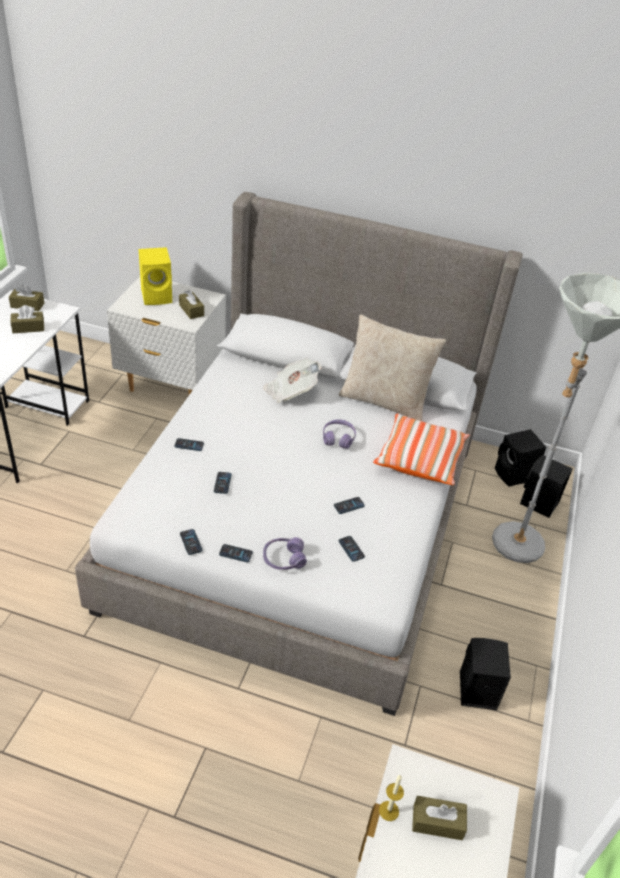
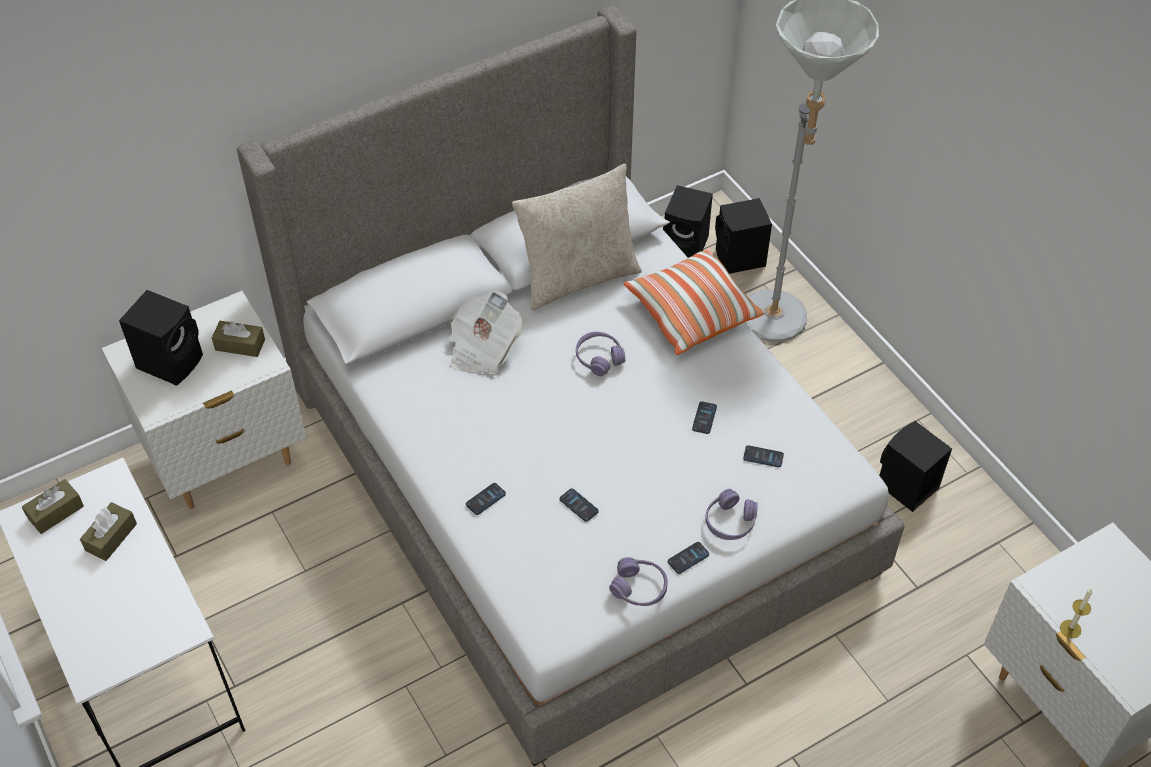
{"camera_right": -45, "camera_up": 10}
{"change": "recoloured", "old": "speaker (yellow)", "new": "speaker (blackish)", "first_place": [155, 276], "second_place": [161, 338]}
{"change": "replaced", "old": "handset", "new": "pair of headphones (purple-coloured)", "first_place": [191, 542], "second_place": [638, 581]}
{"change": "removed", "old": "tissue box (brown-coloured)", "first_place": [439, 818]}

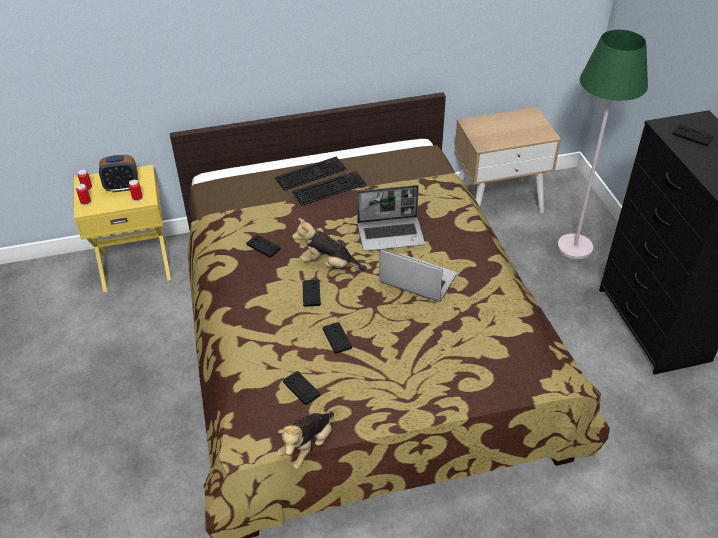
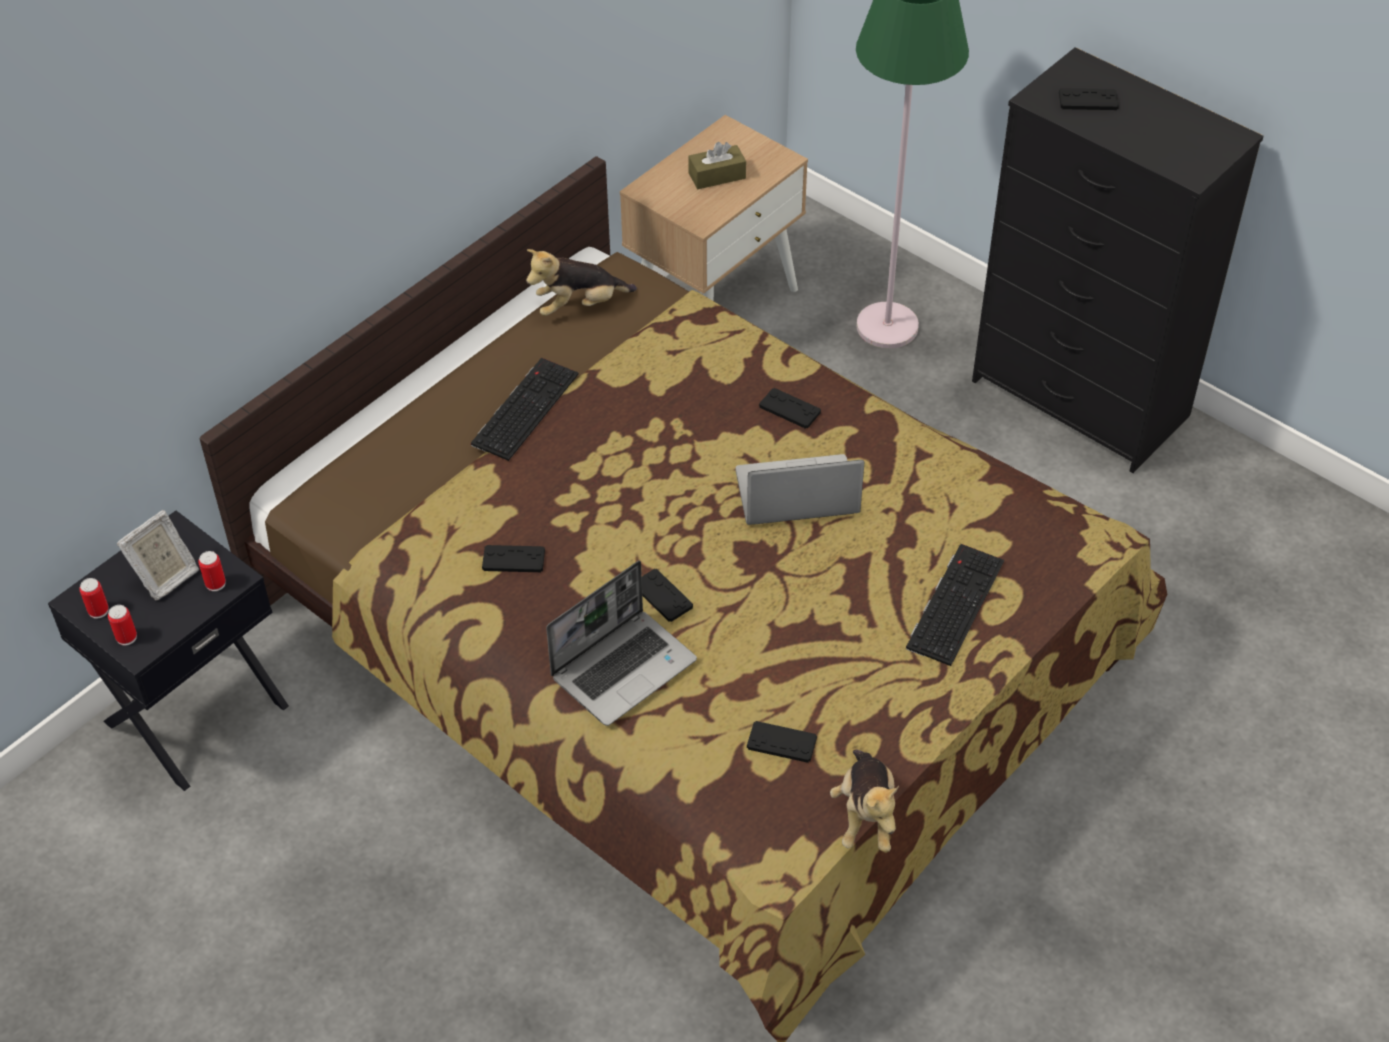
{"camera_right": -35, "camera_up": 5}
{"change": "recoloured", "old": "bedside table (yellow)", "new": "bedside table (blackish)", "first_place": [122, 228], "second_place": [168, 651]}
{"change": "replaced", "old": "table clock", "new": "photo frame", "first_place": [118, 174], "second_place": [158, 555]}
{"change": "moved", "old": "plush toy", "first_place": [329, 244], "second_place": [581, 282]}
{"change": "moved", "old": "laptop", "first_place": [391, 218], "second_place": [621, 643]}
{"change": "added", "new": "tissue box (brown-coloured)", "second_place": [717, 165]}
{"change": "moved", "old": "game controller (blackish)", "first_place": [337, 338], "second_place": [790, 408]}
{"change": "moved", "old": "keyboard", "first_place": [311, 174], "second_place": [955, 605]}

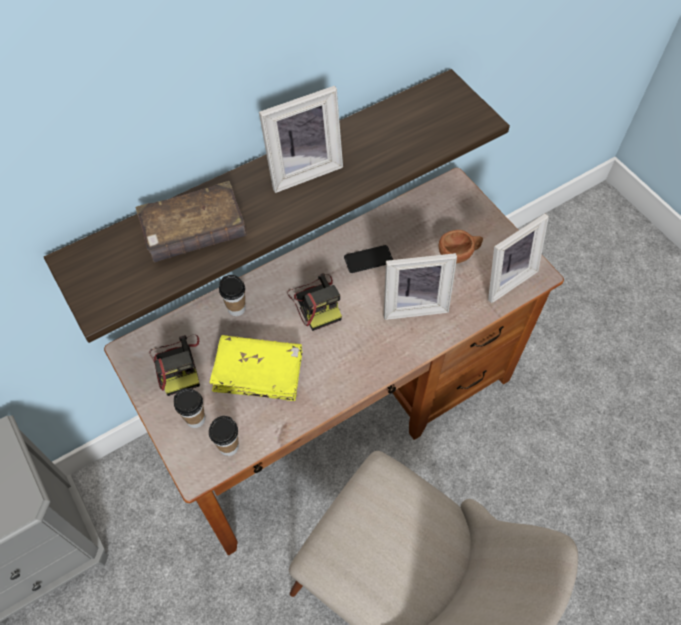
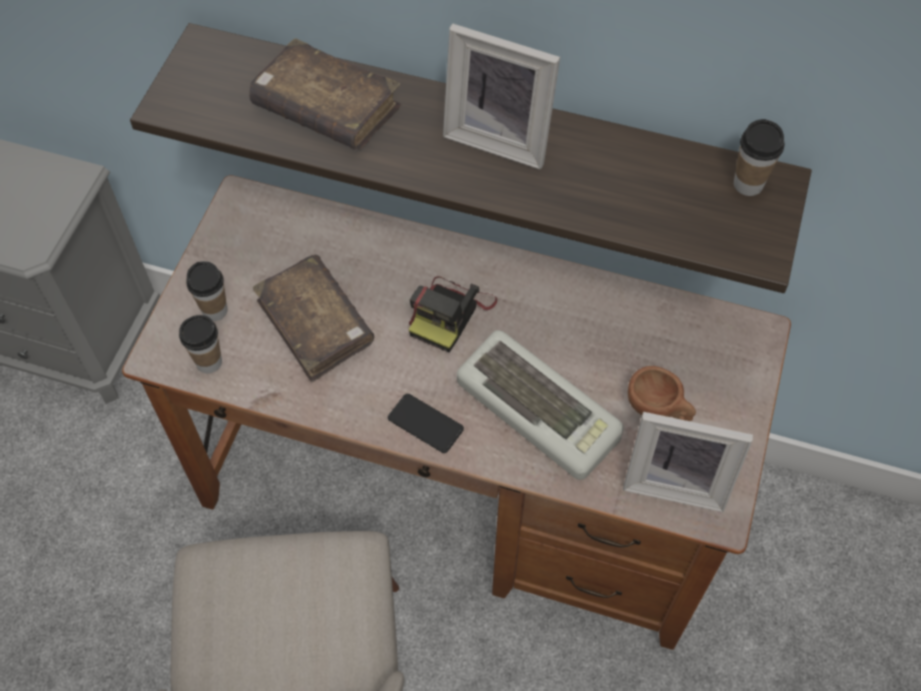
{"camera_right": 50, "camera_up": 0}
{"change": "recoloured", "old": "volume (yellow)", "new": "volume (brown-coloured)", "first_place": [256, 368], "second_place": [313, 318]}
{"change": "moved", "old": "handset", "first_place": [368, 259], "second_place": [426, 423]}
{"change": "replaced", "old": "photo frame", "new": "keyboard", "first_place": [420, 286], "second_place": [540, 405]}
{"change": "moved", "old": "cup", "first_place": [232, 295], "second_place": [759, 157]}
{"change": "removed", "old": "still camera", "first_place": [174, 365]}

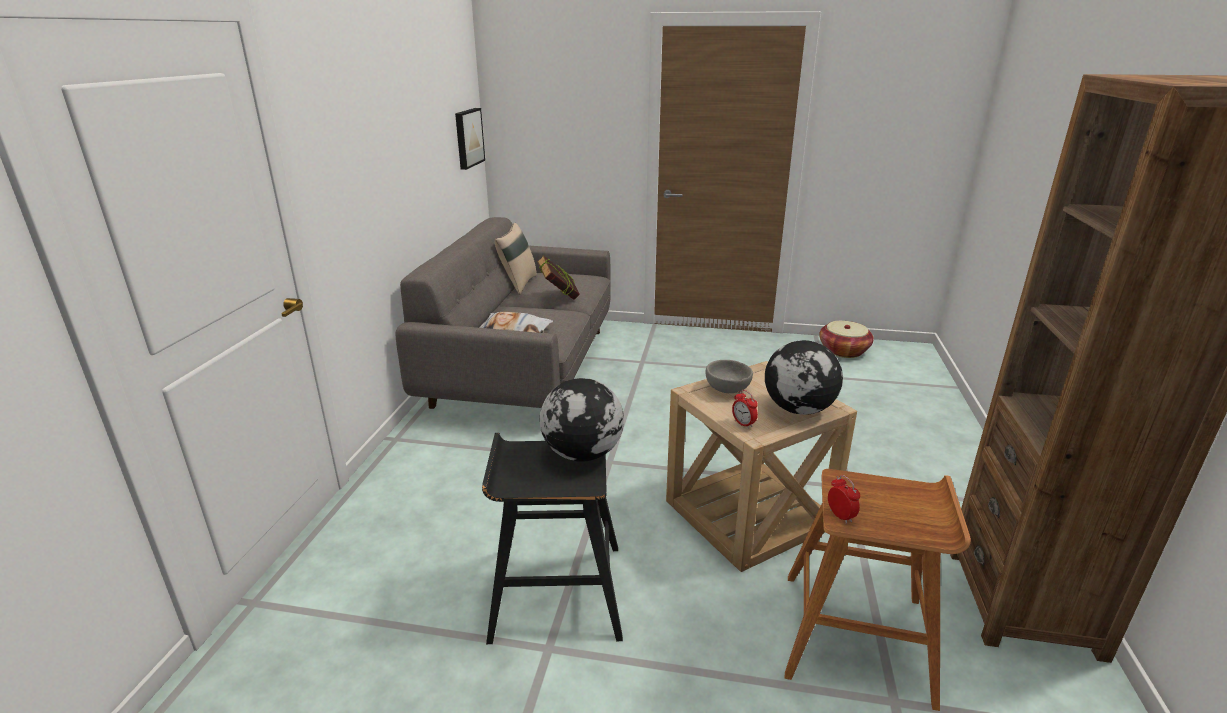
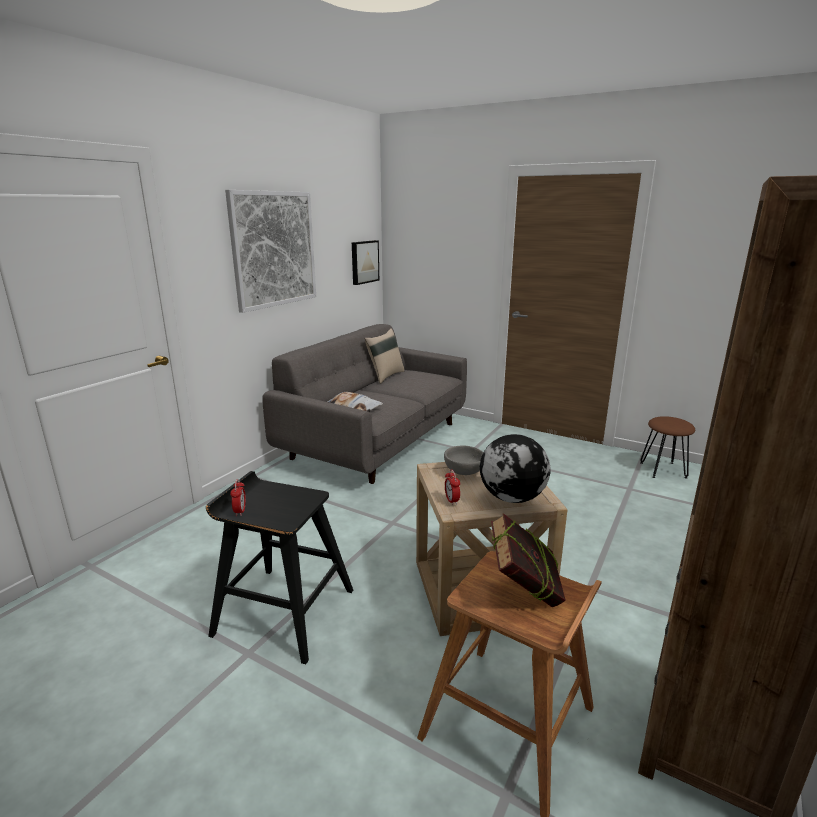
{"camera_right": 20, "camera_up": -5}
{"change": "added", "new": "wall art", "second_place": [270, 251]}
{"change": "moved", "old": "table clock", "first_place": [844, 499], "second_place": [238, 497]}
{"change": "moved", "old": "volume", "first_place": [558, 277], "second_place": [528, 560]}
{"change": "replaced", "old": "storage basket", "new": "sitting stool (brown-coloured)", "first_place": [846, 339], "second_place": [667, 447]}
{"change": "removed", "old": "desk globe", "first_place": [582, 420]}

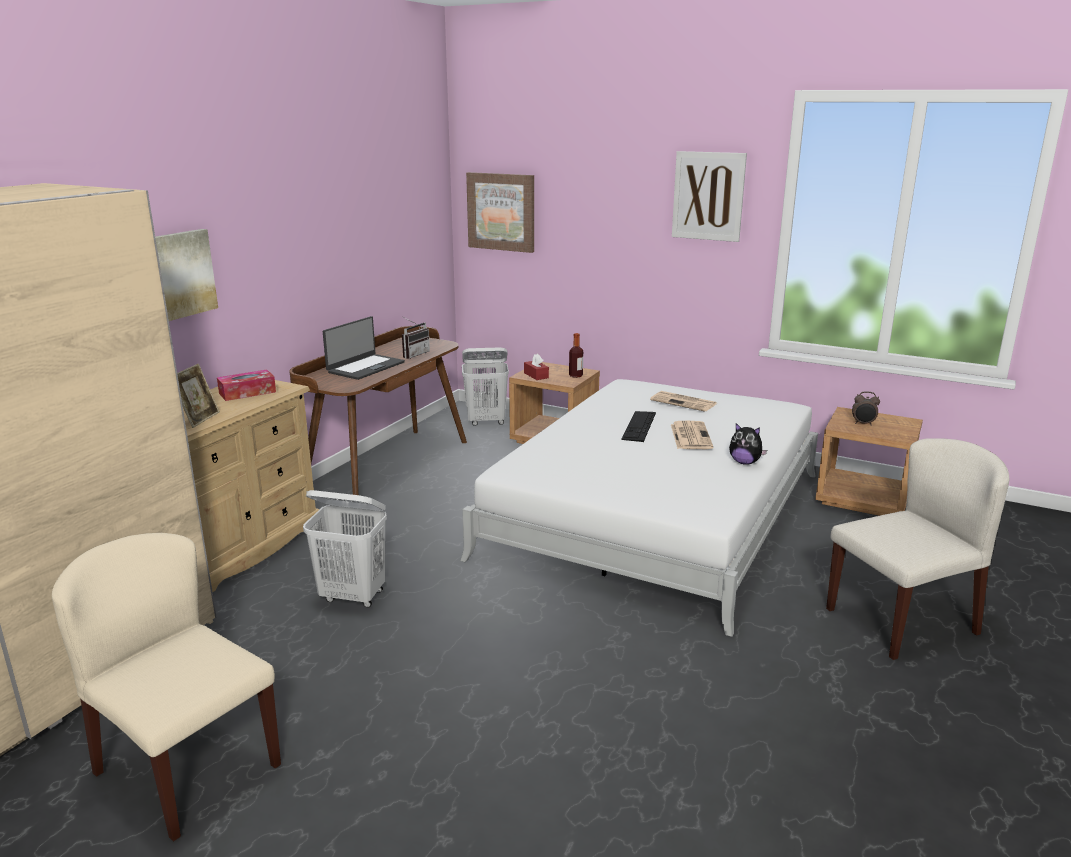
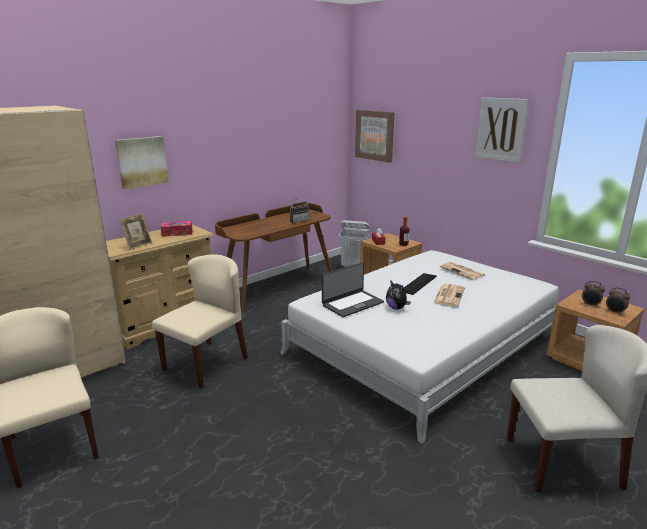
{"camera_right": 20, "camera_up": 0}
{"change": "replaced", "old": "washing basket (whitish)", "new": "upright chair (beige-coloured)", "first_place": [345, 549], "second_place": [200, 321]}
{"change": "moved", "old": "laptop", "first_place": [364, 348], "second_place": [353, 289]}
{"change": "moved", "old": "plush toy", "first_place": [748, 444], "second_place": [398, 295]}
{"change": "added", "new": "table clock", "second_place": [618, 301]}

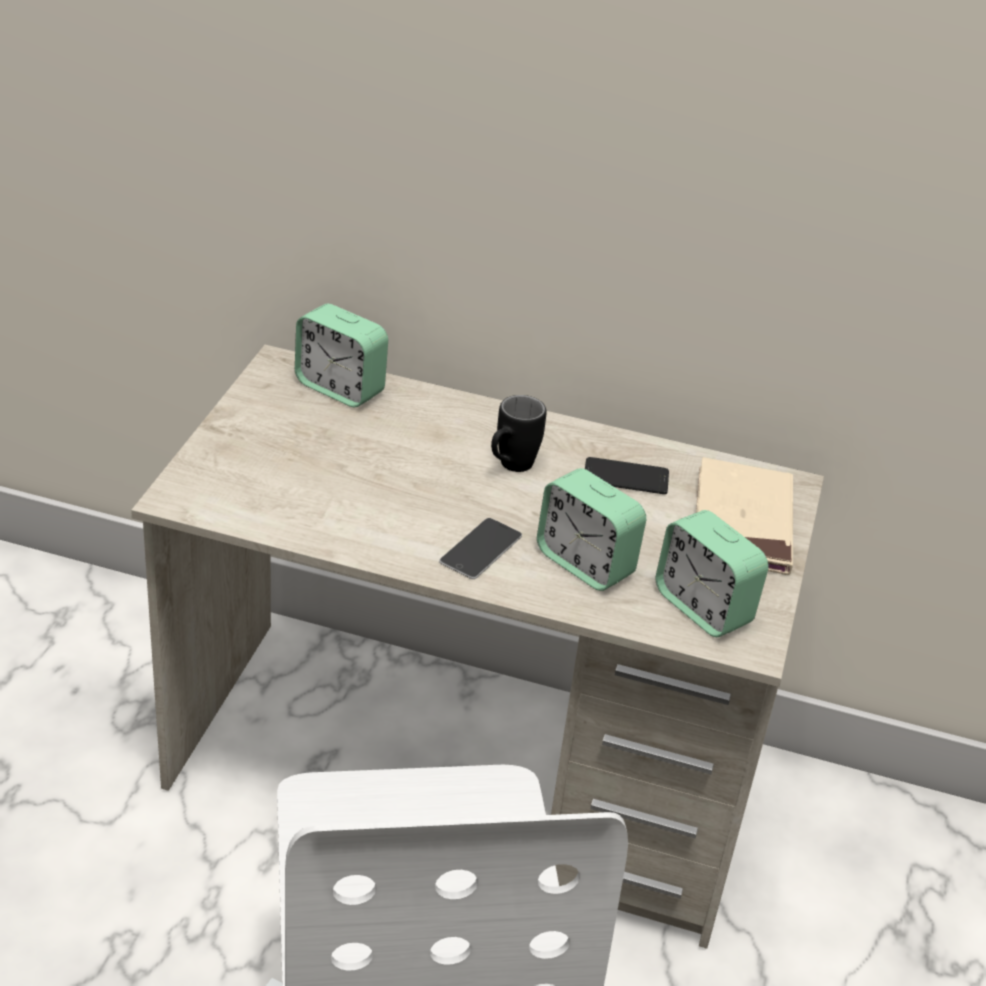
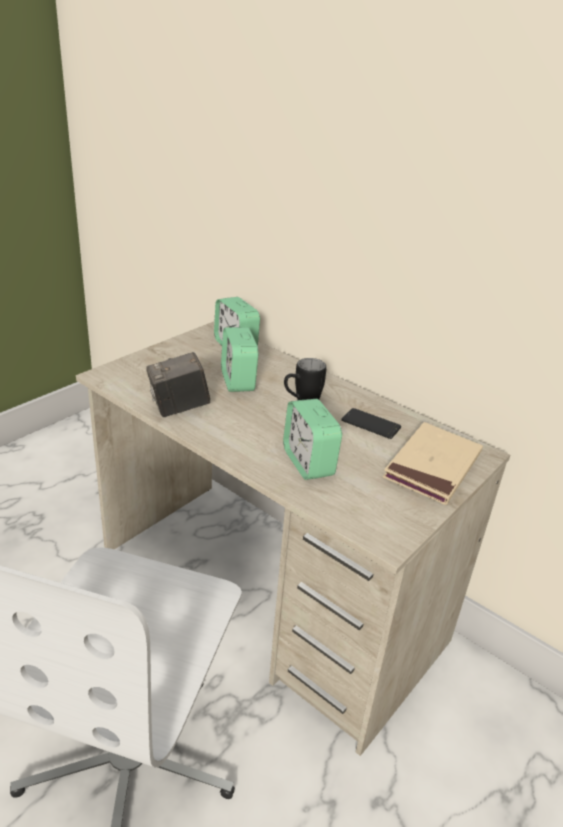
{"camera_right": 25, "camera_up": -5}
{"change": "added", "new": "still camera", "second_place": [178, 384]}
{"change": "moved", "old": "table clock", "first_place": [711, 573], "second_place": [239, 359]}
{"change": "removed", "old": "handset", "first_place": [480, 548]}

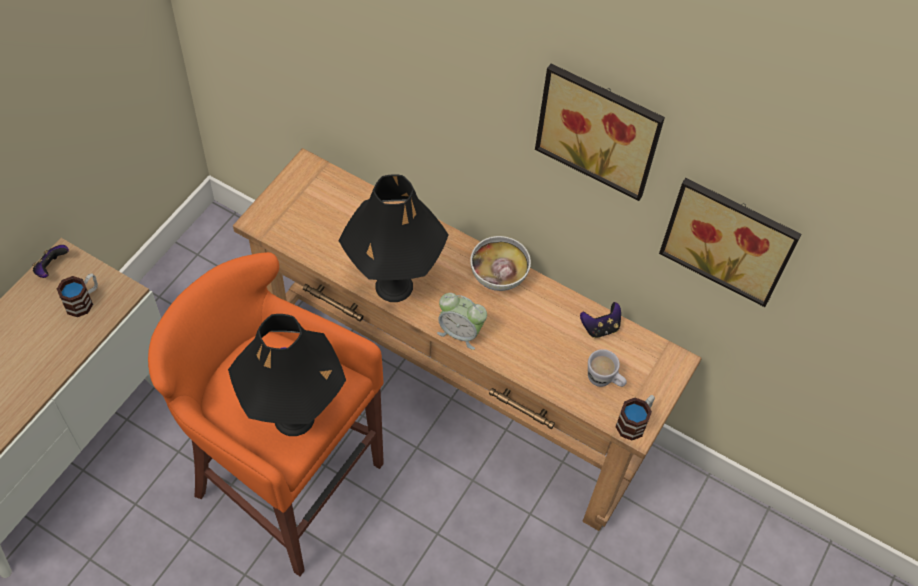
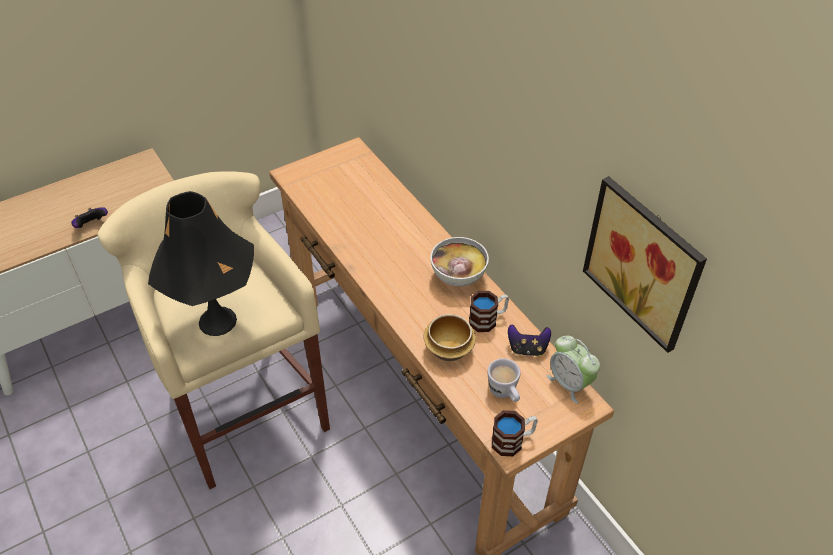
{"camera_right": 30, "camera_up": -10}
{"change": "moved", "old": "game controller", "first_place": [50, 261], "second_place": [89, 217]}
{"change": "recoloured", "old": "sitting stool (orange-coloured)", "new": "sitting stool (beige-coloured)", "first_place": [266, 414], "second_place": [214, 330]}
{"change": "added", "new": "deep dish", "second_place": [449, 337]}
{"change": "moved", "old": "mug", "first_place": [77, 295], "second_place": [489, 311]}
{"change": "moved", "old": "table clock", "first_place": [462, 321], "second_place": [573, 370]}
{"change": "removed", "old": "tabletop lamp (blackish)", "first_place": [394, 238]}
{"change": "removed", "old": "wall art", "first_place": [600, 132]}

